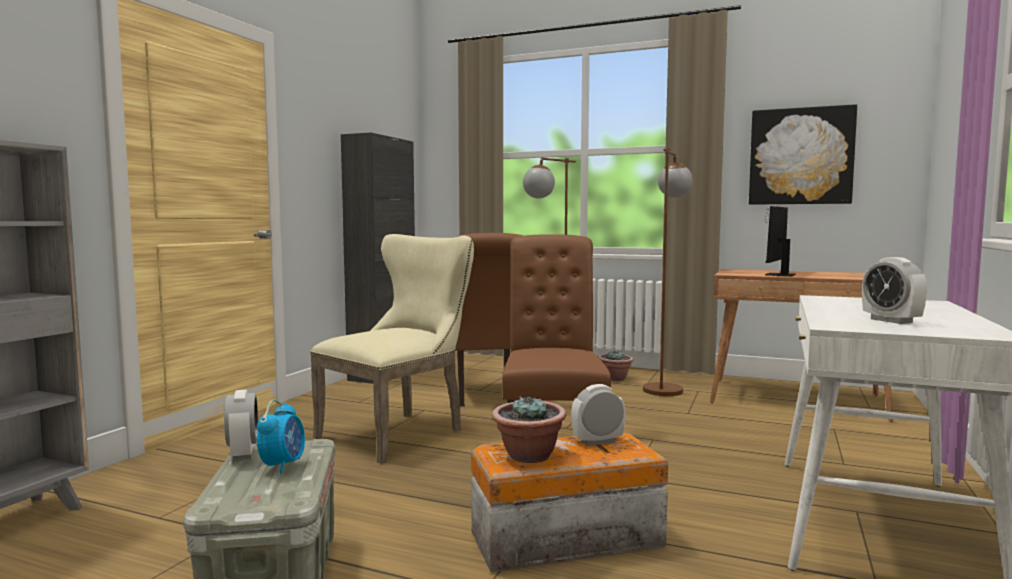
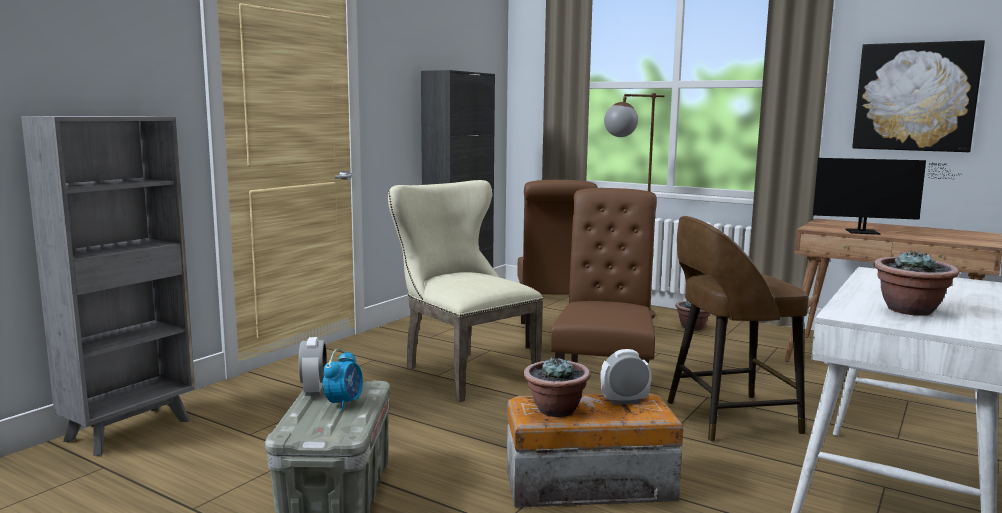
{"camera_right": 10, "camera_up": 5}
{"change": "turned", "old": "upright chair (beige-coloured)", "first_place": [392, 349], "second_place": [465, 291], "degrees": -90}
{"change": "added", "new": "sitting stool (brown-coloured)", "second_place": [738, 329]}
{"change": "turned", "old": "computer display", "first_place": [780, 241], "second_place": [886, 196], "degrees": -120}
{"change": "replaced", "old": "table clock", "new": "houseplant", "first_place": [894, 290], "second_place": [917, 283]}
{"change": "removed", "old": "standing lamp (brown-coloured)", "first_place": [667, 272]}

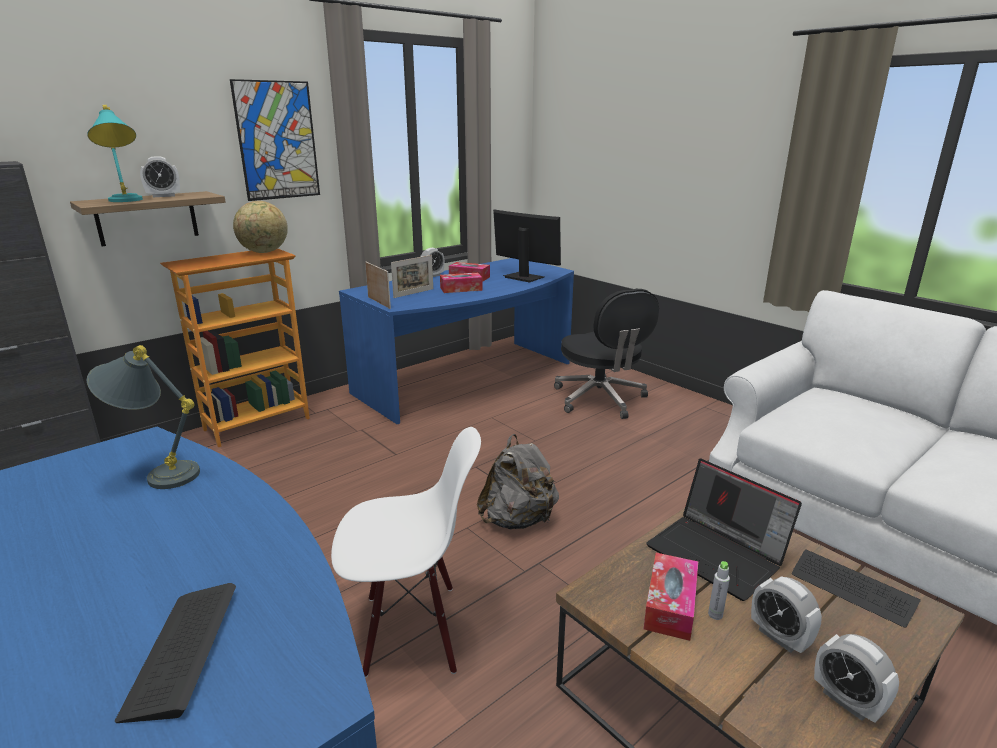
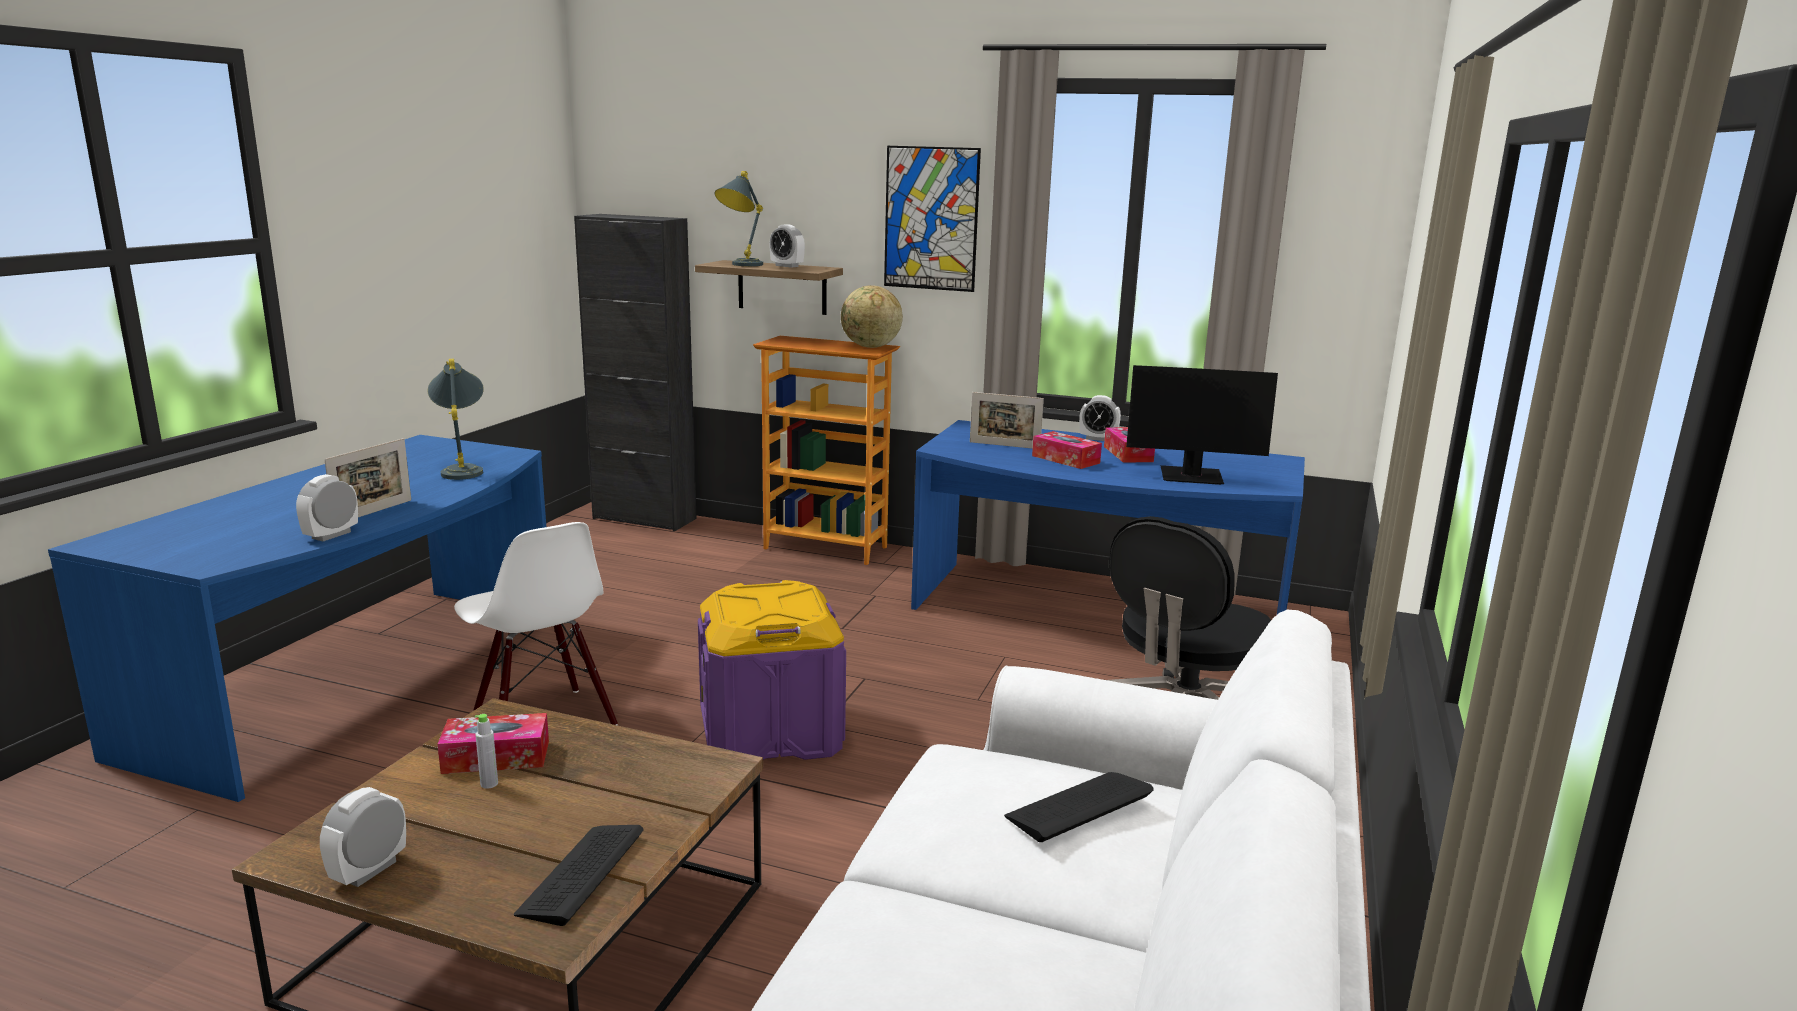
{"camera_right": 60, "camera_up": -5}
{"change": "moved", "old": "table clock", "first_place": [786, 614], "second_place": [327, 507]}
{"change": "moved", "old": "photo frame", "first_place": [378, 285], "second_place": [367, 477]}
{"change": "replaced", "old": "backpack (gray)", "new": "storage bin (purple-coloured)", "first_place": [518, 481], "second_place": [772, 670]}
{"change": "recoloured", "old": "tabletop lamp (turquoise)", "new": "tabletop lamp (gray)", "first_place": [115, 153], "second_place": [739, 218]}
{"change": "moved", "old": "keyboard", "first_place": [175, 653], "second_place": [1079, 807]}
{"change": "turned", "old": "computer display", "first_place": [527, 246], "second_place": [1202, 425], "degrees": 90}
{"change": "removed", "old": "laptop", "first_place": [724, 529]}

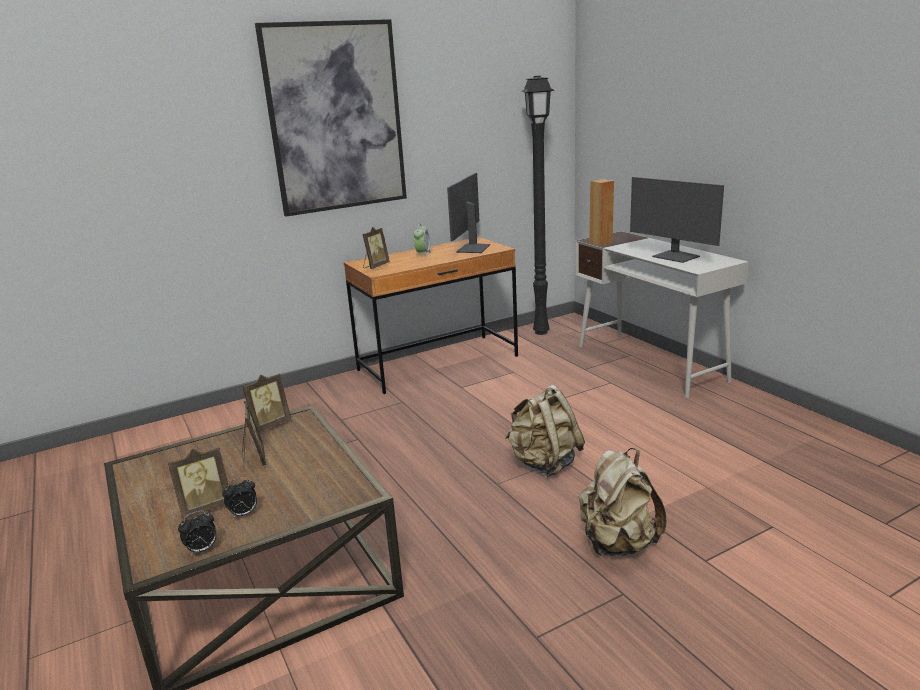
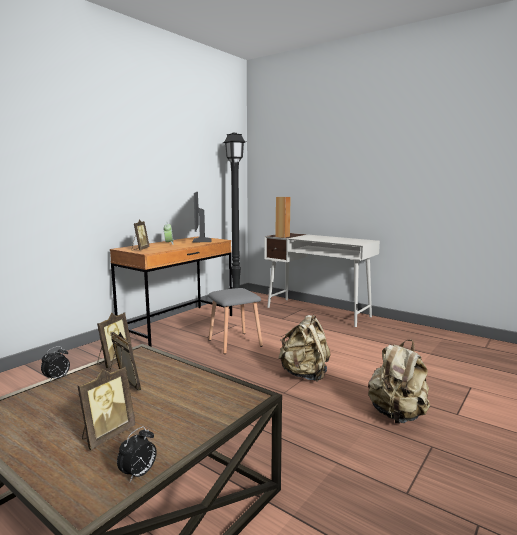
{"camera_right": -25, "camera_up": -10}
{"change": "moved", "old": "table clock", "first_place": [239, 497], "second_place": [55, 364]}
{"change": "added", "new": "sitting stool (gray)", "second_place": [235, 321]}
{"change": "removed", "old": "wall art", "first_place": [331, 118]}
{"change": "removed", "old": "computer display", "first_place": [677, 220]}

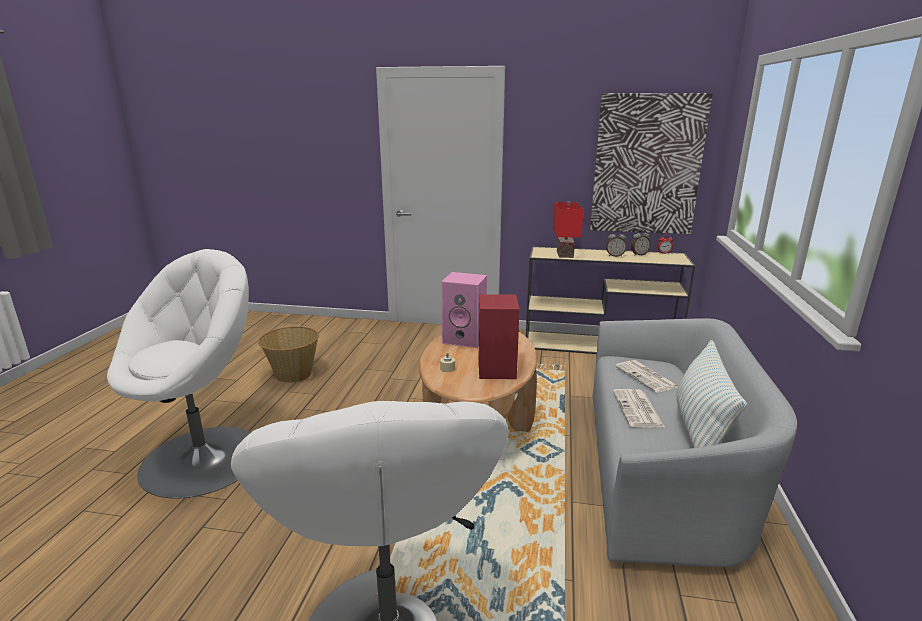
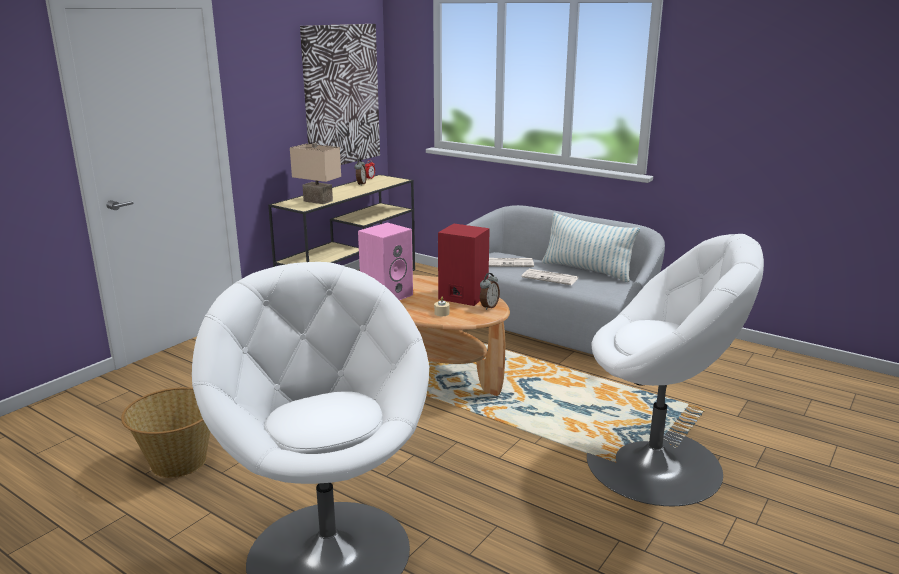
{"camera_right": -65, "camera_up": 0}
{"change": "recoloured", "old": "tabletop lamp (red-coloured)", "new": "tabletop lamp (beige-coloured)", "first_place": [568, 229], "second_place": [315, 173]}
{"change": "moved", "old": "table clock", "first_place": [616, 243], "second_place": [490, 291]}

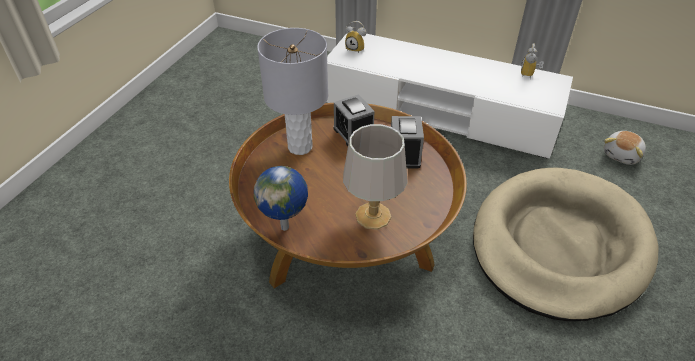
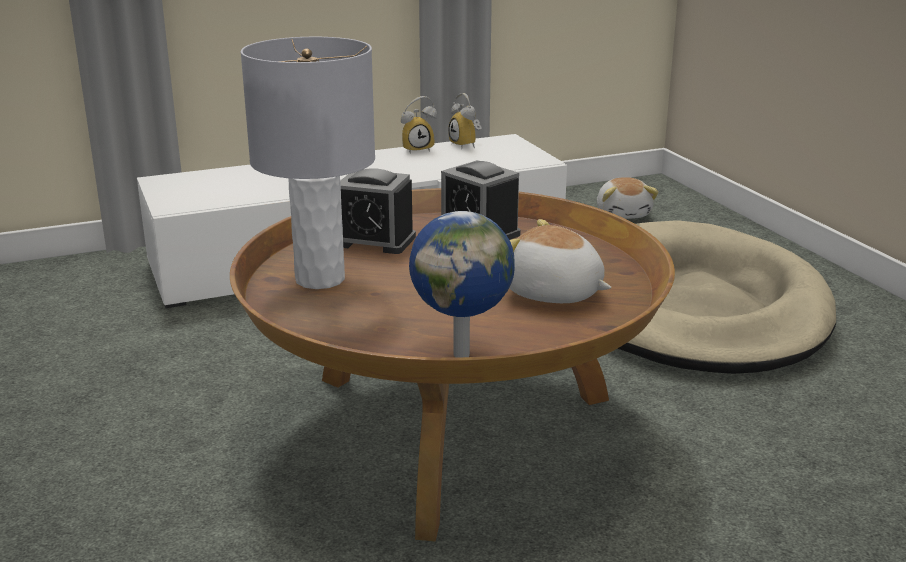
{"camera_right": -45, "camera_up": -20}
{"change": "moved", "old": "table clock", "first_place": [355, 37], "second_place": [419, 125]}
{"change": "replaced", "old": "tabletop lamp (gray)", "new": "plush toy", "first_place": [375, 177], "second_place": [561, 261]}

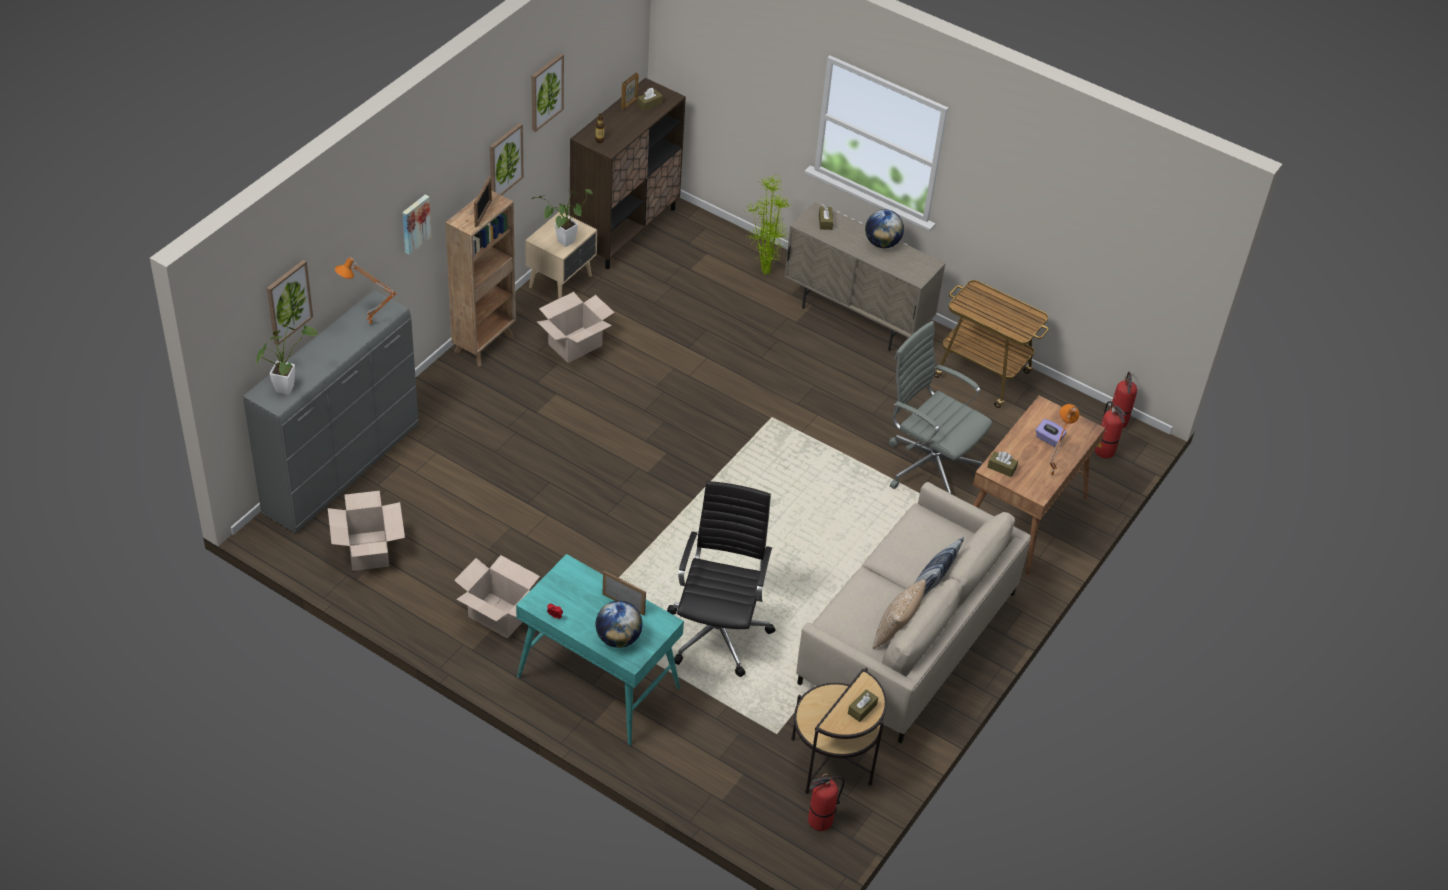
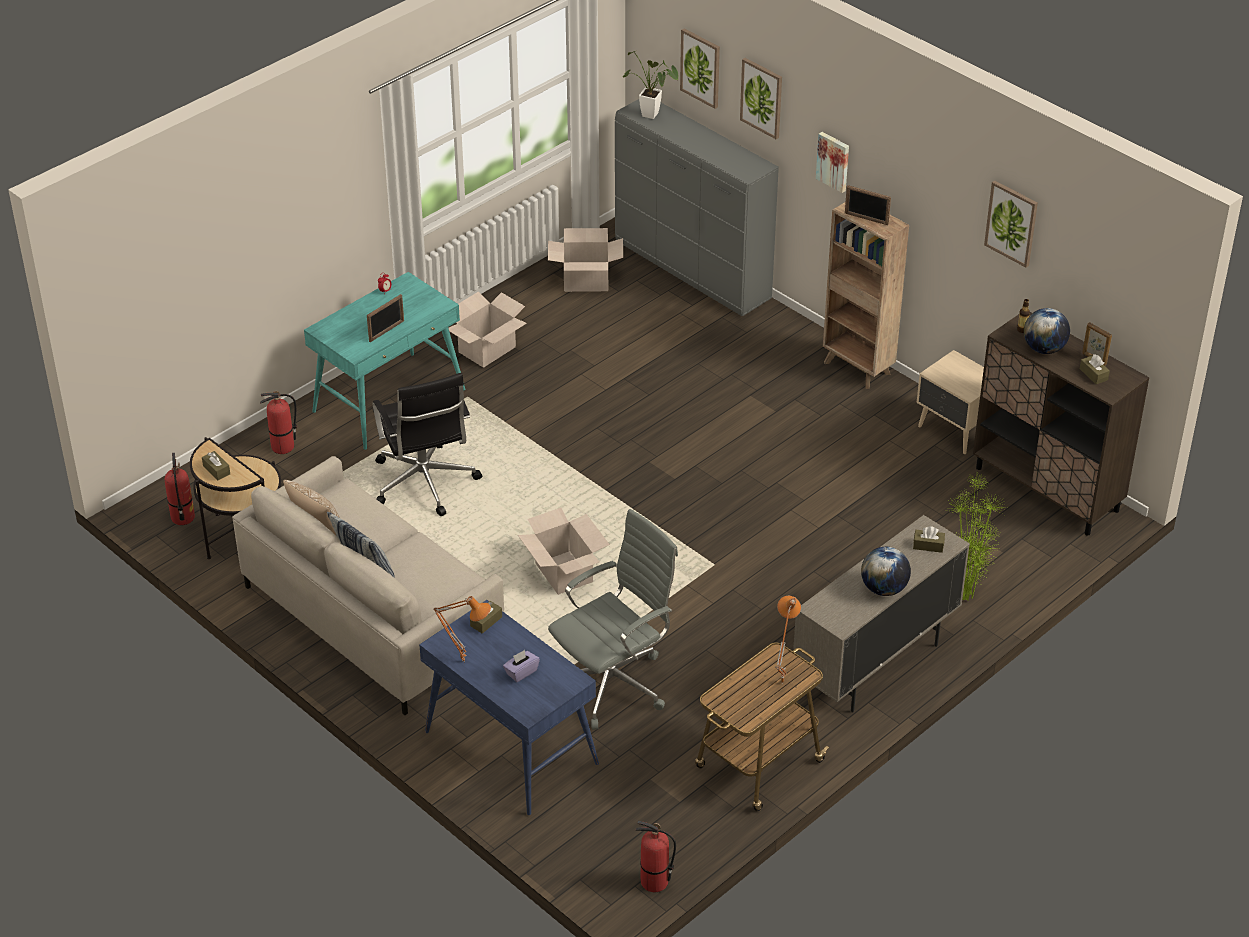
{"camera_right": 105, "camera_up": -5}
{"change": "moved", "old": "extinguisher", "first_place": [1110, 429], "second_place": [278, 422]}
{"change": "turned", "old": "computer chair (blackish)", "first_place": [721, 579], "second_place": [427, 444], "degrees": 45}
{"change": "recoloured", "old": "desk unit (brown-coloured)", "new": "desk unit (bluish)", "first_place": [1039, 486], "second_place": [509, 707]}
{"change": "moved", "old": "carton", "first_place": [576, 327], "second_place": [564, 551]}
{"change": "moved", "old": "wall art", "first_place": [507, 159], "second_place": [761, 98]}
{"change": "moved", "old": "tabletop lamp (orange-coloured)", "first_place": [366, 291], "second_place": [788, 640]}
{"change": "moved", "old": "desk globe", "first_place": [619, 624], "second_place": [1047, 331]}
{"change": "removed", "old": "houseplant", "first_place": [562, 217]}

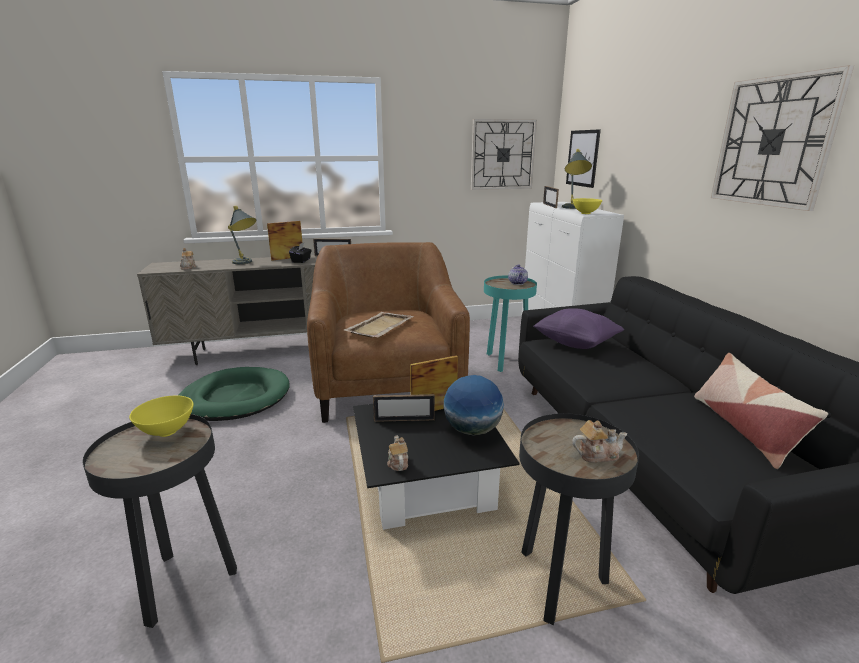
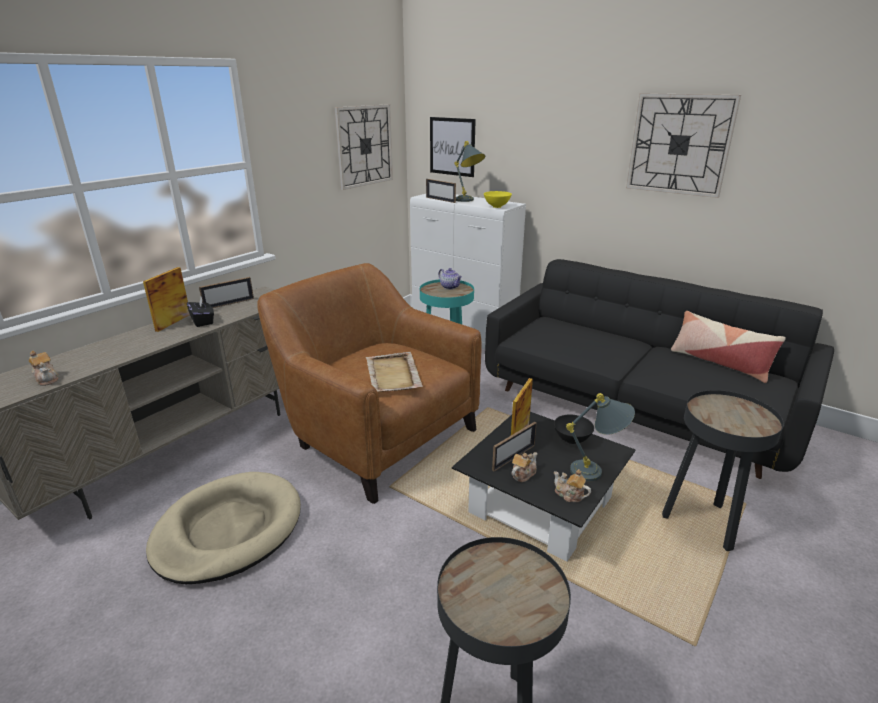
{"camera_right": -40, "camera_up": 5}
{"change": "recoloured", "old": "dog bed (green)", "new": "dog bed (beige-coloured)", "first_place": [234, 394], "second_place": [223, 528]}
{"change": "moved", "old": "teapot", "first_place": [599, 441], "second_place": [524, 467]}
{"change": "replaced", "old": "desk globe", "new": "deep dish (blackish)", "first_place": [474, 405], "second_place": [574, 429]}
{"change": "moved", "old": "tabletop lamp (gray)", "first_place": [242, 235], "second_place": [600, 437]}
{"change": "removed", "old": "deep dish (yellow)", "first_place": [161, 416]}
{"change": "removed", "old": "throw pillow (purple-coloured)", "first_place": [579, 328]}

